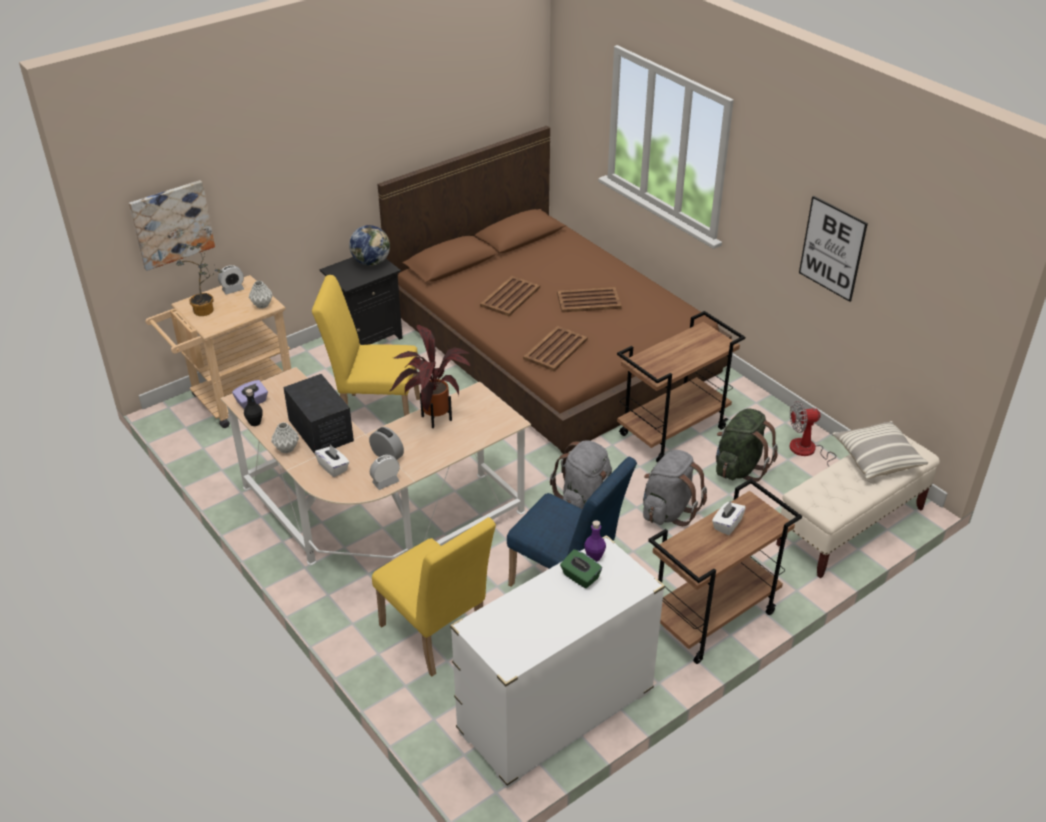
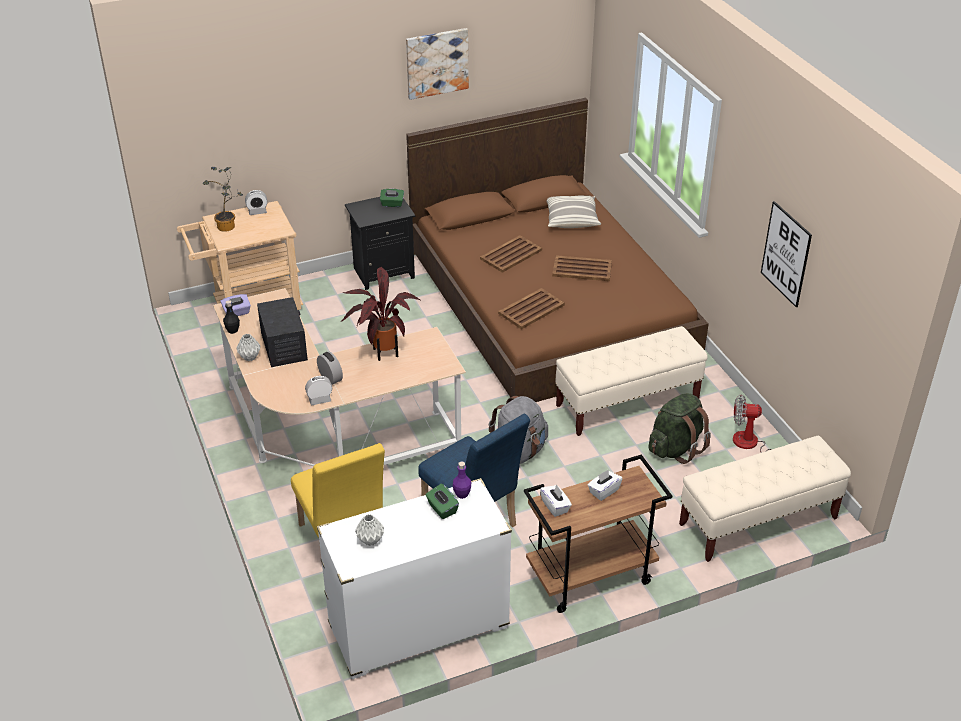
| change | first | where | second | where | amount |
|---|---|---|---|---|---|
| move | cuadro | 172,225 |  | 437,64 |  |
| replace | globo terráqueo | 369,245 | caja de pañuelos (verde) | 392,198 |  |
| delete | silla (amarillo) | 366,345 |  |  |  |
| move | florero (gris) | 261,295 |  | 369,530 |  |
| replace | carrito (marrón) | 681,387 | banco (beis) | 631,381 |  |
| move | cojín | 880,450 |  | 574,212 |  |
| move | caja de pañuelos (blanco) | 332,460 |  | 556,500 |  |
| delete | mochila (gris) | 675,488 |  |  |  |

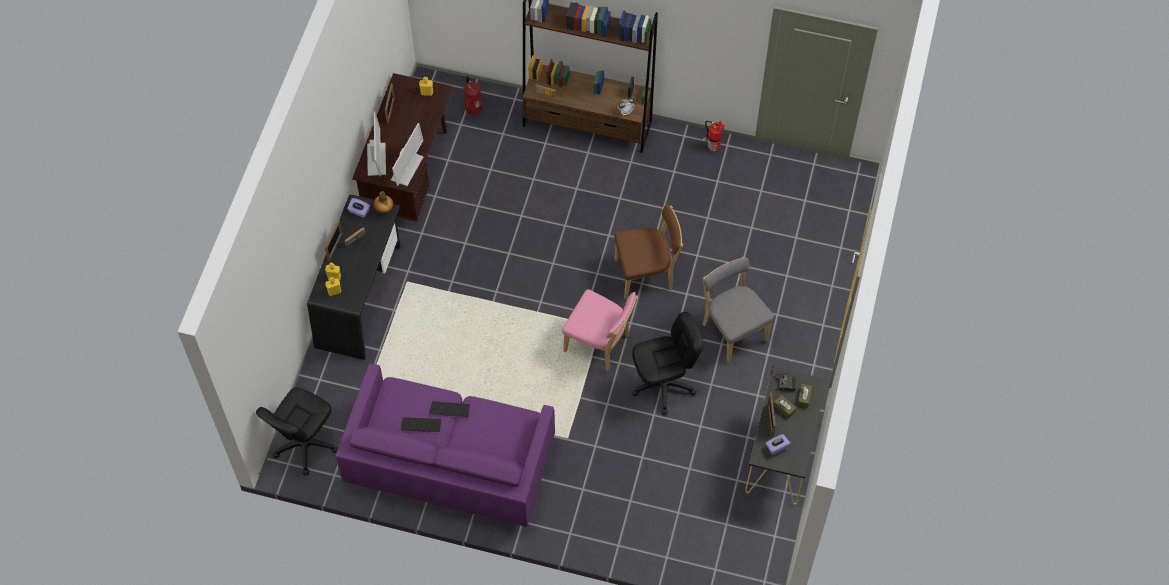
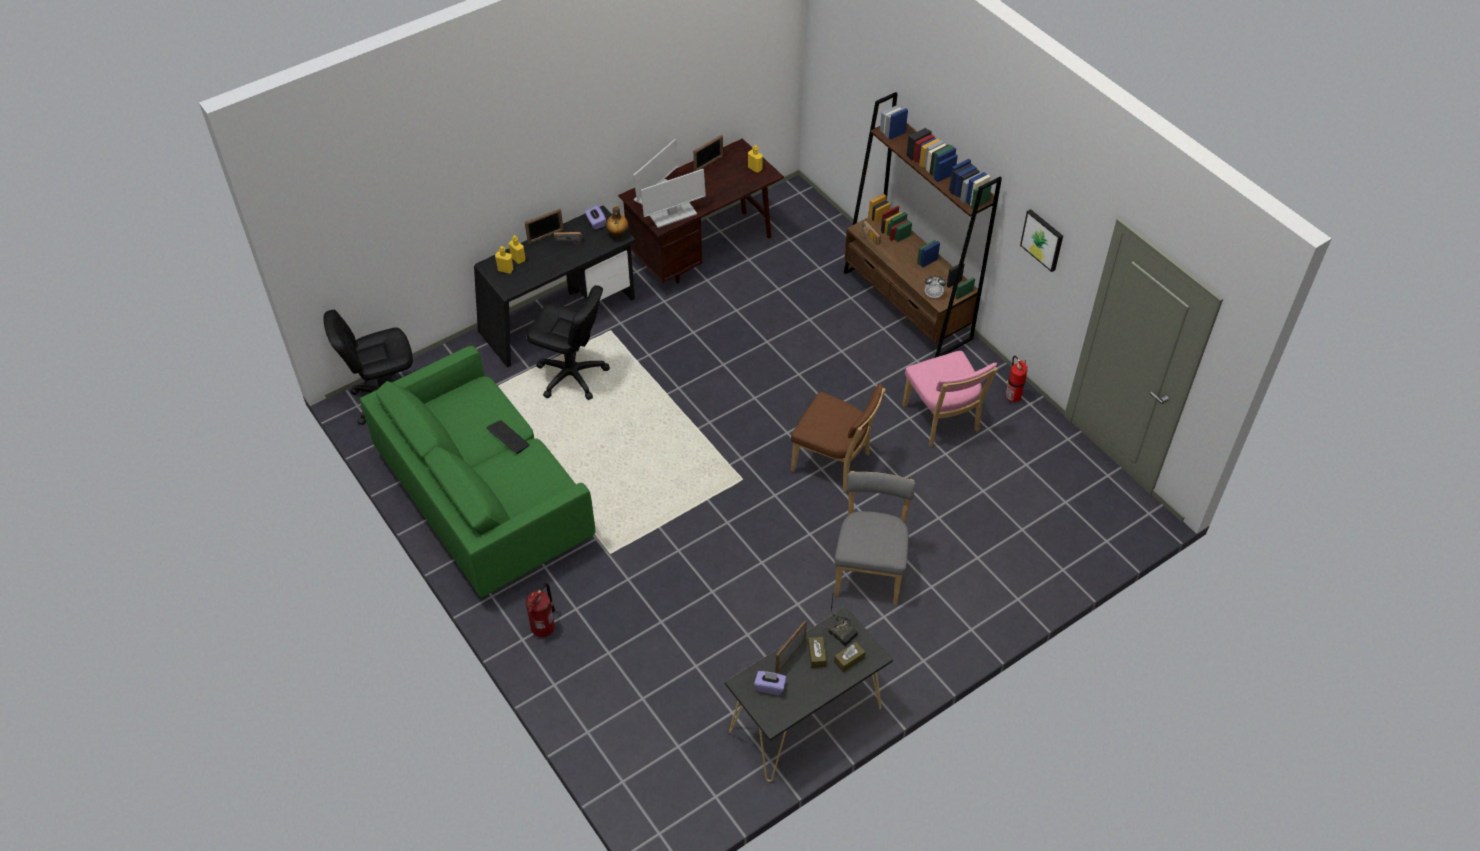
| change | first | where | second | where | amount |
|---|---|---|---|---|---|
| move | extintor | 472,95 |  | 540,610 |  |
| move | silla (rosa) | 600,330 |  | 950,398 |  |
| move | silla de oficina (negro) | 667,363 |  | 568,342 |  |
| recolor | sofá (morado) | 445,445 | sofá (verde) | 477,471 |  |
| delete | teclado | 421,424 |  |  |  |
| insert |  |  | cuadro | 1041,240 |  |

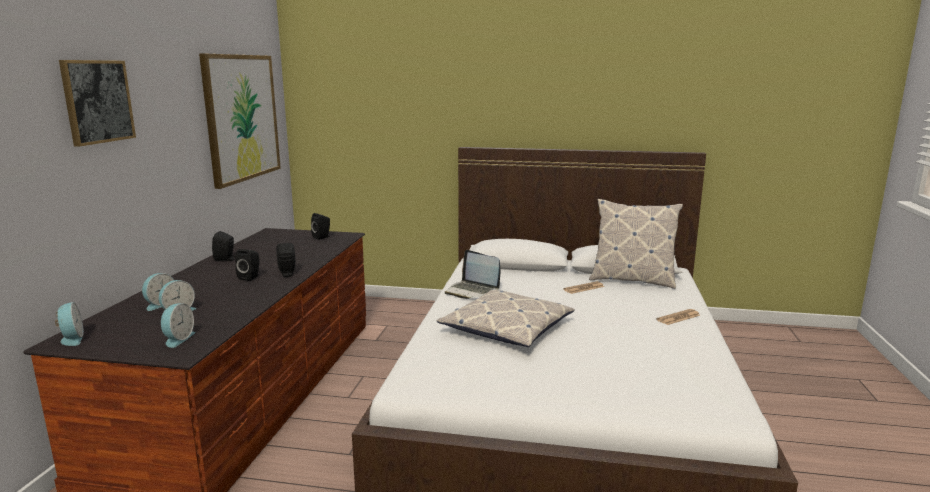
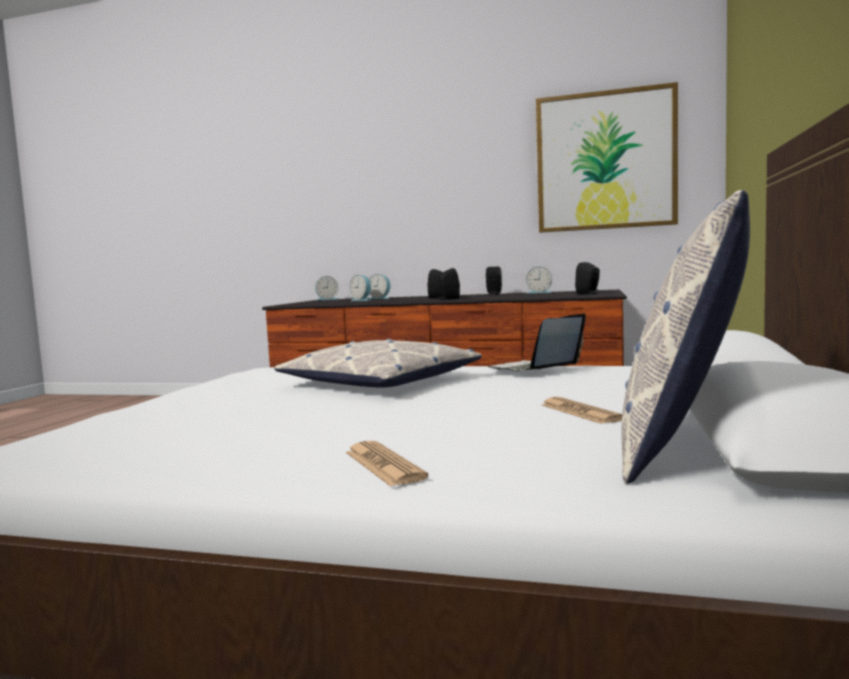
| change | first | where | second | where | amount |
|---|---|---|---|---|---|
| delete | cuadro | 97,103 |  |  |  |
| move | despertador | 178,325 |  | 539,279 |  |

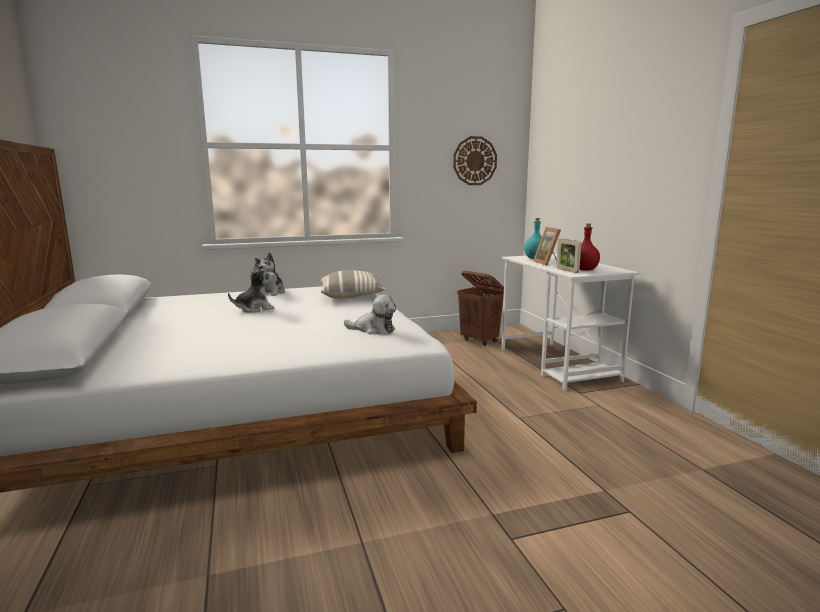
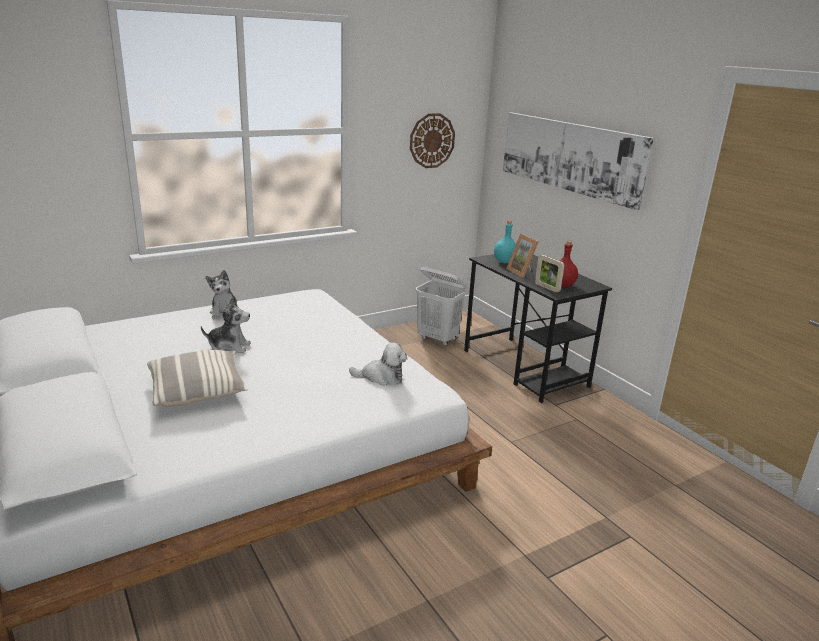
| change | first | where | second | where | amount |
|---|---|---|---|---|---|
| recolor | escritorio (blanco) | 570,322 | escritorio (negro) | 538,328 |  |
| rotate | peluche | 251,287 |  | 226,325 | 45 degrees clockwise |
| move | cojín | 353,284 |  | 197,378 |  |
| recolor | cesto de la ropa (marrón) | 480,308 | cesto de la ropa (blanco) | 440,306 |  |
| insert |  |  | cuadro | 578,161 |  |

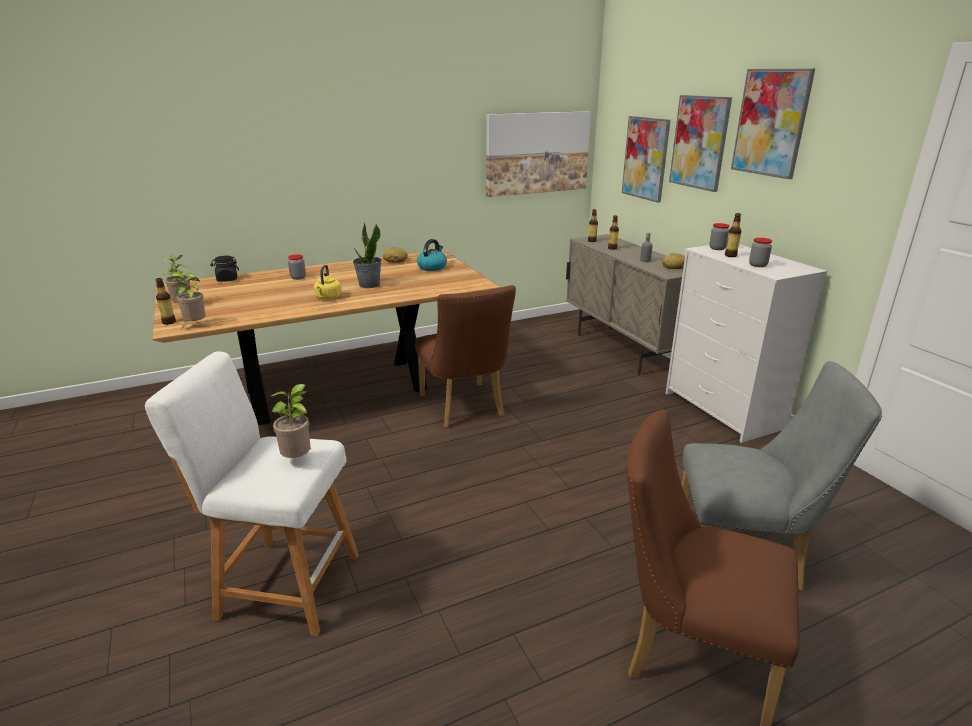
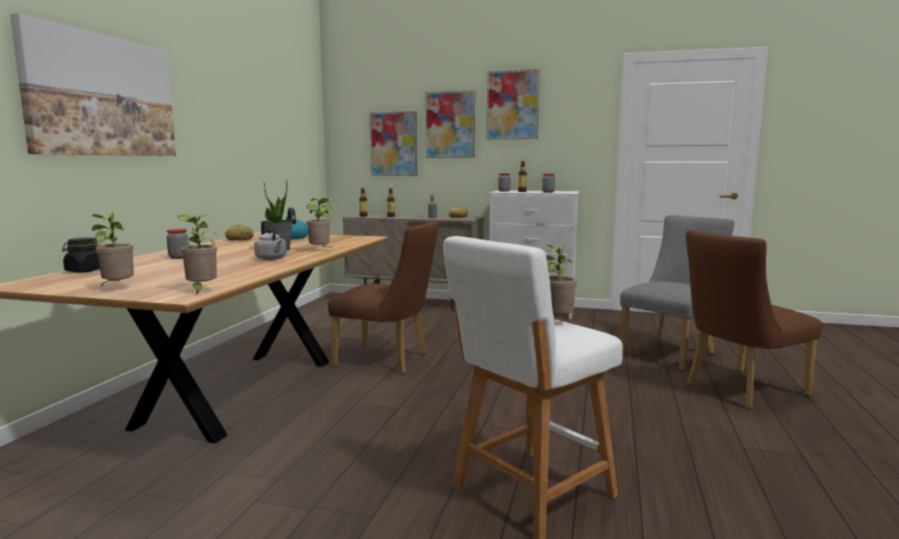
| change | first | where | second | where | amount |
|---|---|---|---|---|---|
| move | cuadro | 538,154 |  | 93,84 |  |
| recolor | hervidor (amarillo) | 328,282 | hervidor (gris) | 270,240 |  |
| delete | botella | 166,301 |  |  |  |
| insert |  |  | planta en maceta | 320,223 |  |

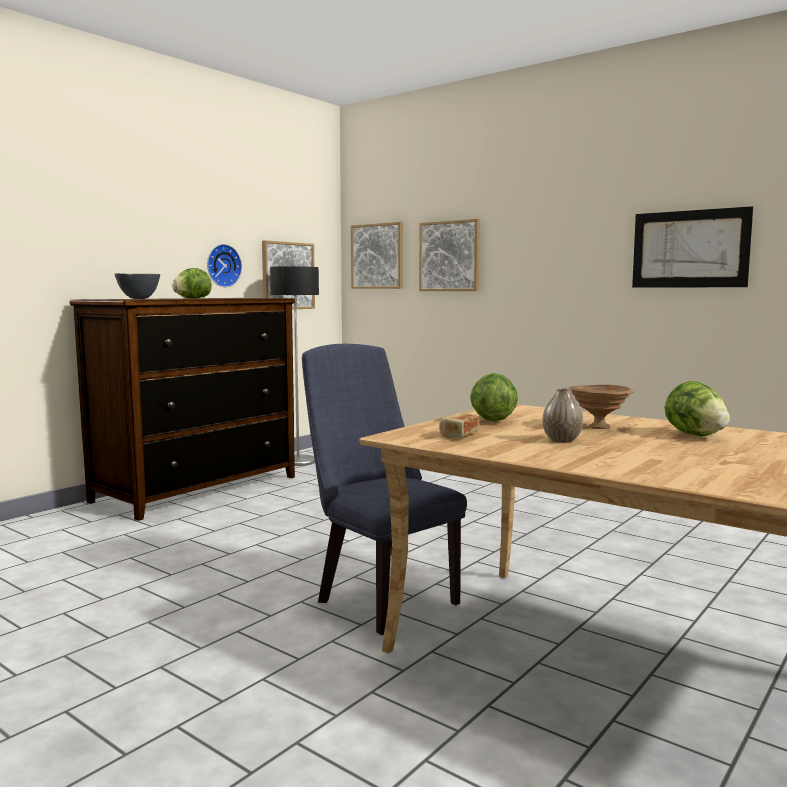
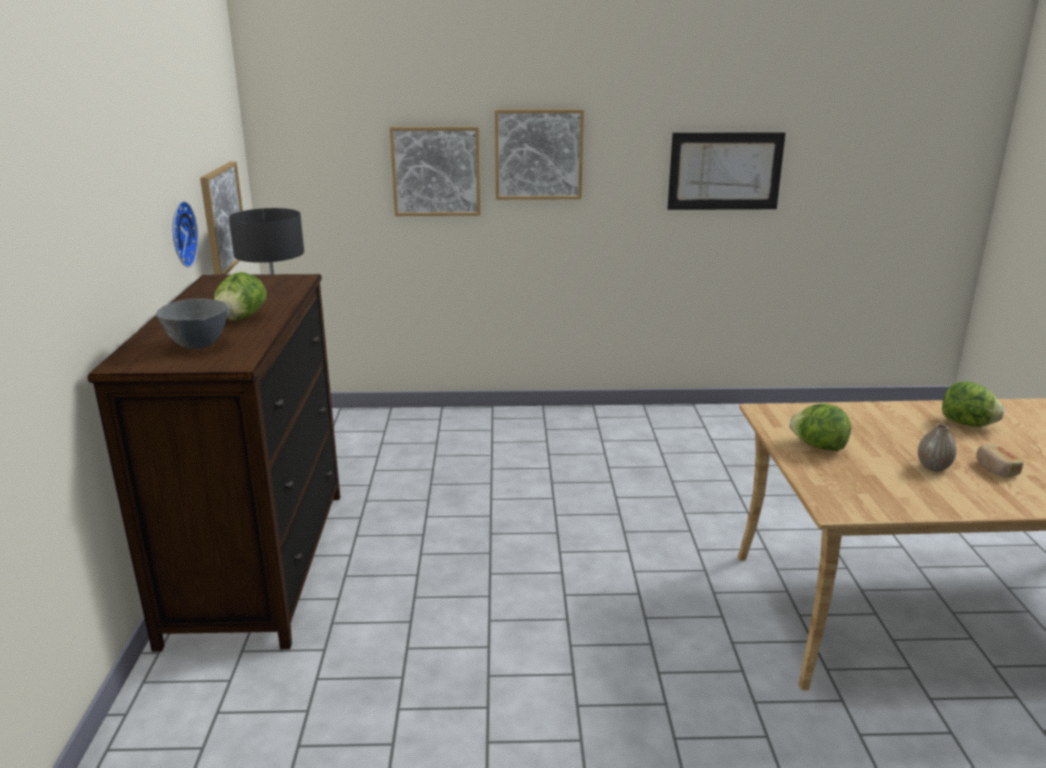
| change | first | where | second | where | amount |
|---|---|---|---|---|---|
| move | cuadro | 377,255 |  | 539,154 |  |
| delete | silla (azul) | 384,489 |  |  |  |
| delete | cuenco (marrón) | 601,407 |  |  |  |
| move | pan | 459,425 |  | 999,461 |  |

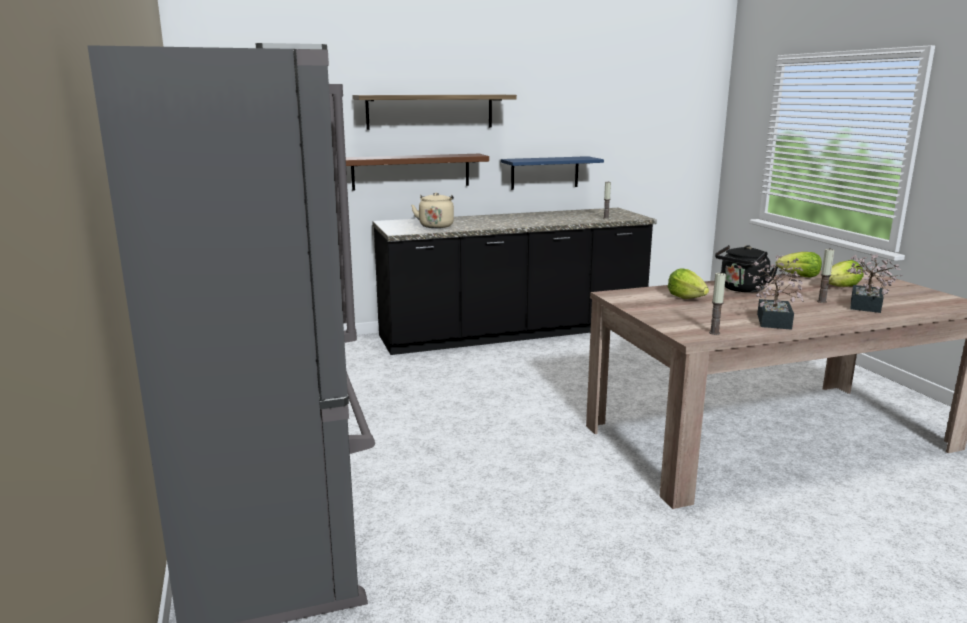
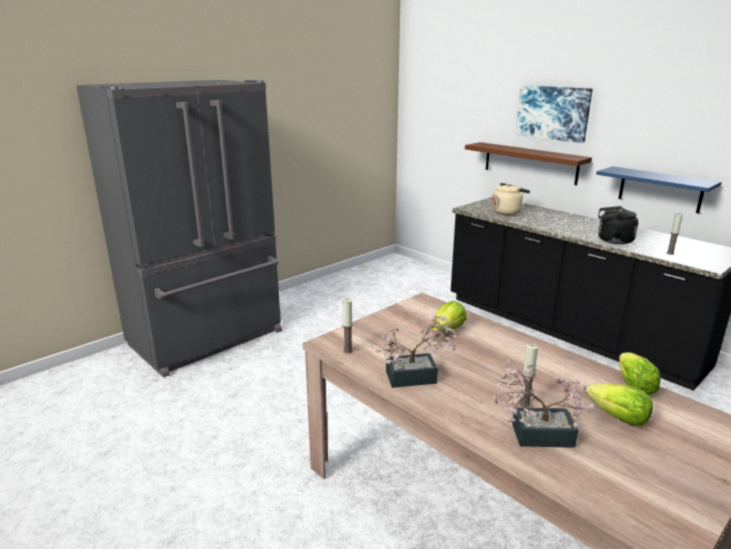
| change | first | where | second | where | amount |
|---|---|---|---|---|---|
| replace | estante | 434,112 | cuadro | 554,114 |  |
| move | hervidor (negro) | 746,269 |  | 618,225 |  |

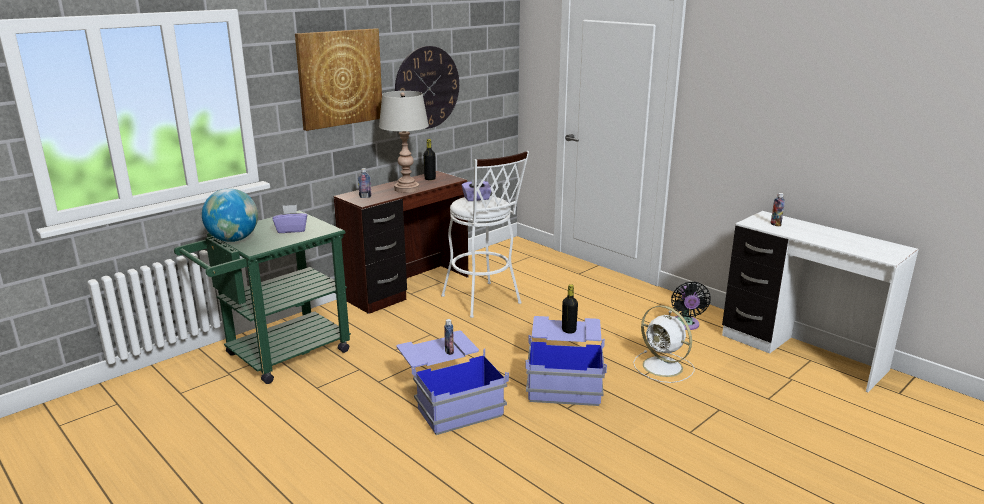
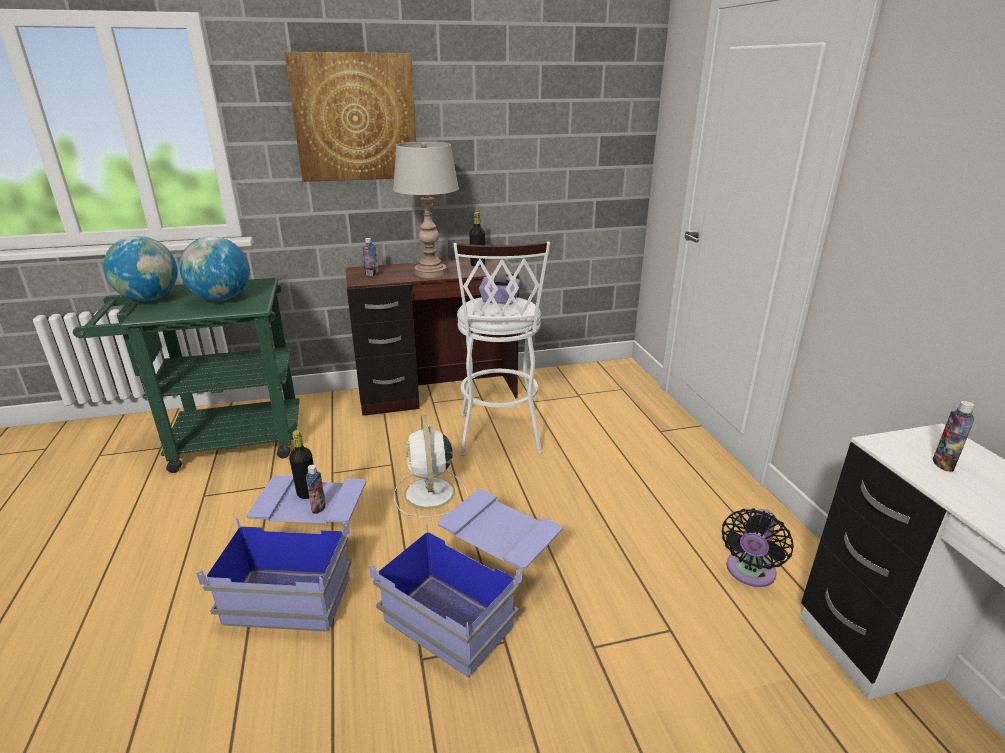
| change | first | where | second | where | amount |
|---|---|---|---|---|---|
| delete | reloj de pared | 427,87 |  |  |  |
| replace | caja de pañuelos (morado) | 290,219 | globo terráqueo | 214,268 |  |
| move | botella (negro) | 570,308 |  | 301,464 |  |
| move | ventilador (blanco) | 663,344 |  | 431,466 |  |

